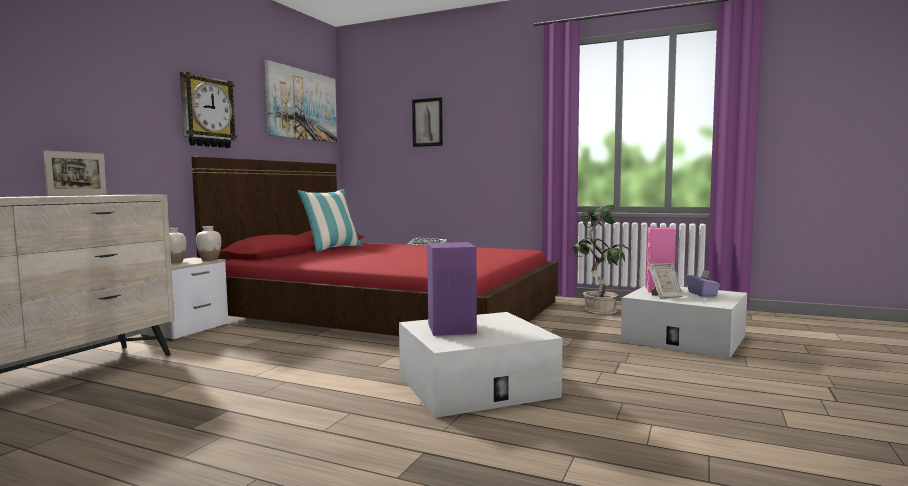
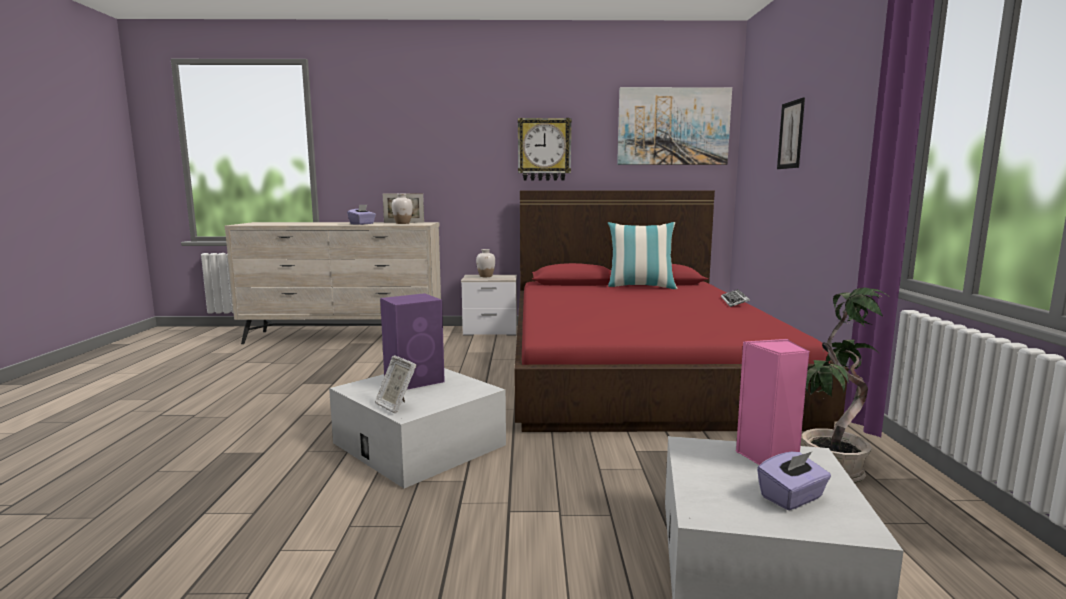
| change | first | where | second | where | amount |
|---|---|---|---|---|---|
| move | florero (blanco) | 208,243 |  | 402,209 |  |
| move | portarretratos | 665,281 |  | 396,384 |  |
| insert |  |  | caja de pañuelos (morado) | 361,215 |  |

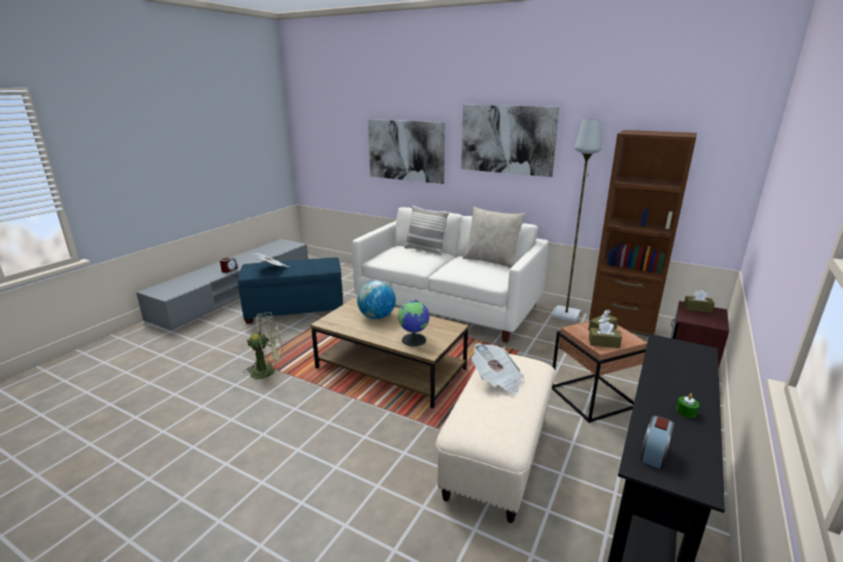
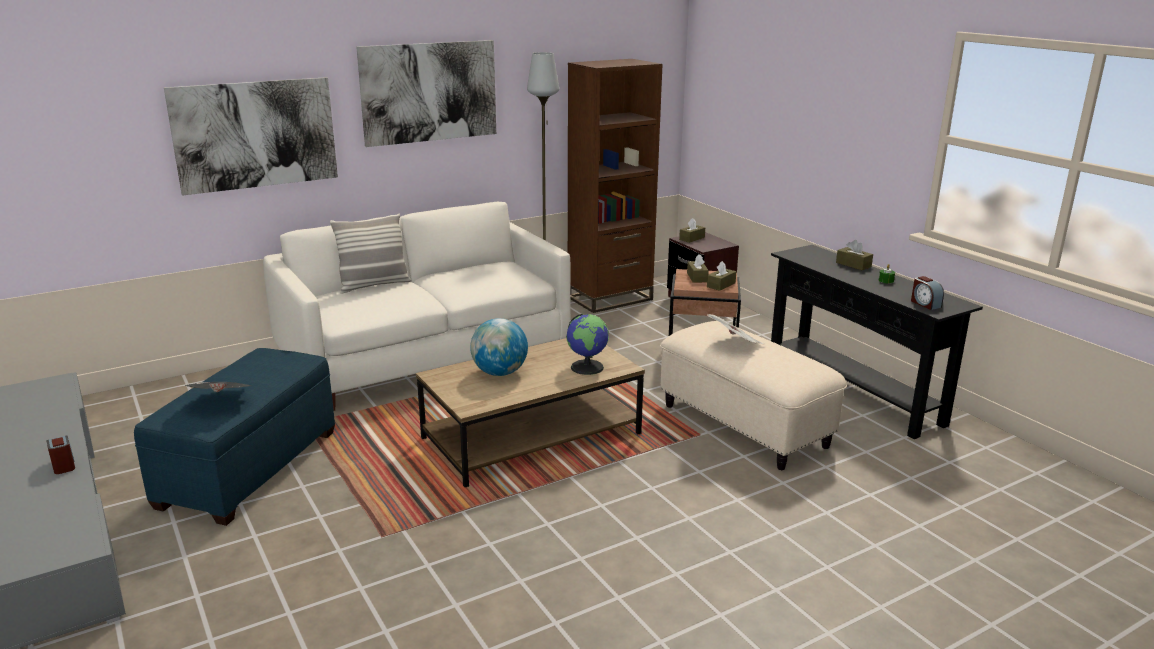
| change | first | where | second | where | amount |
|---|---|---|---|---|---|
| delete | cojín (beis) | 494,237 |  |  |  |
| delete | ventilador (verde) | 264,347 |  |  |  |
| insert |  |  | caja de pañuelos (marrón) | 854,255 |  |

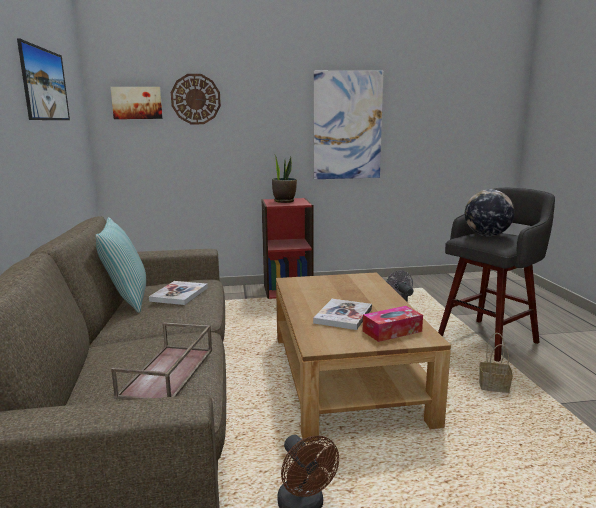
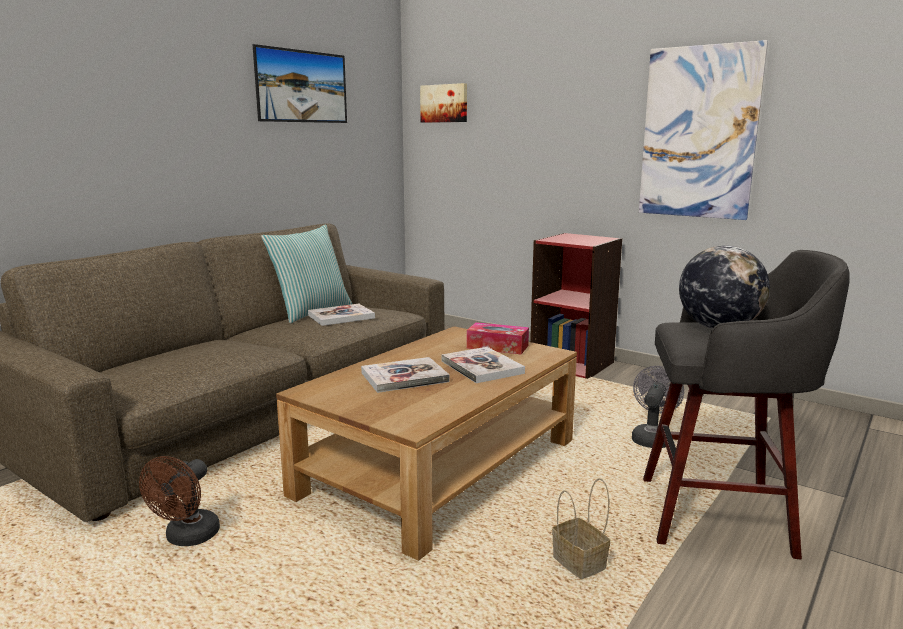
| change | first | where | second | where | amount |
|---|---|---|---|---|---|
| delete | reloj de pared | 196,99 |  |  |  |
| delete | planta en maceta | 284,179 |  |  |  |
| move | caja de pañuelos | 393,324 |  | 498,338 |  |
| delete | bandeja (marrón) | 161,361 |  |  |  |
| insert |  |  | libro | 483,365 |  |

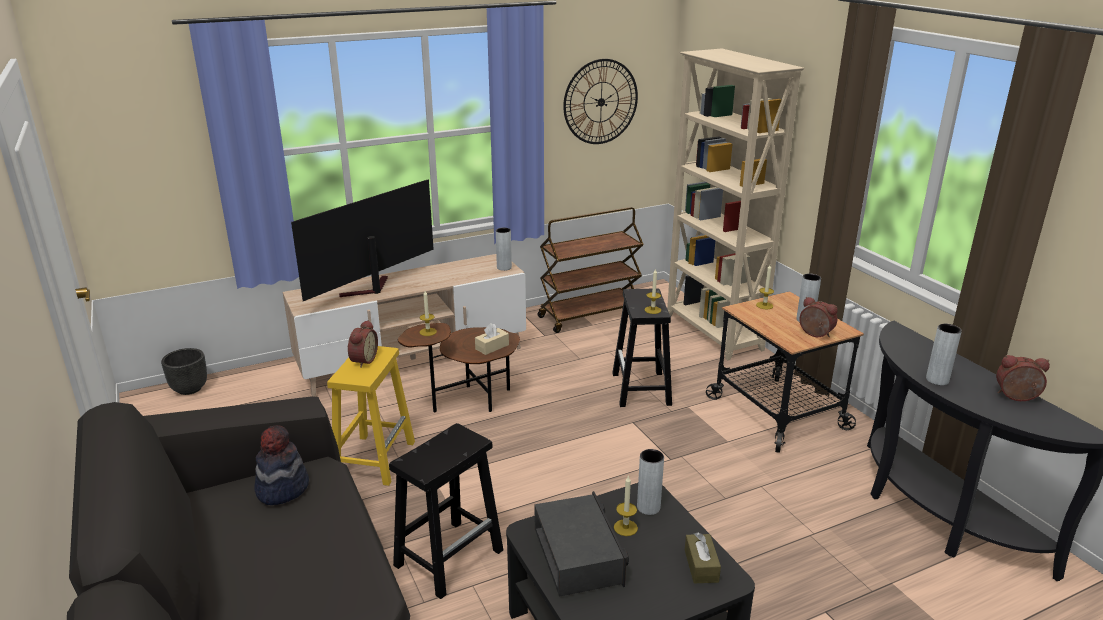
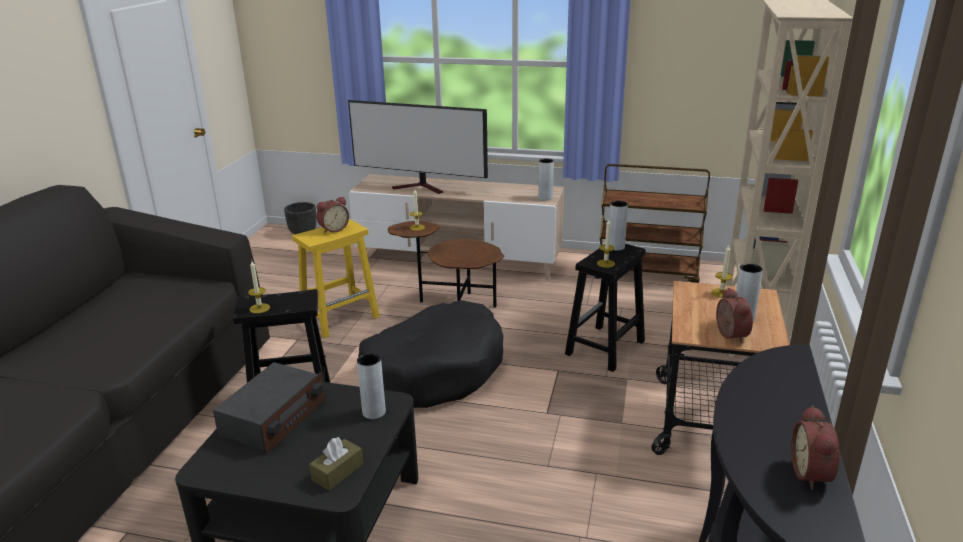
| change | first | where | second | where | amount |
|---|---|---|---|---|---|
| delete | reloj de pared | 600,101 |  |  |  |
| rotate | televisor | 362,240 |  | 418,147 | 150 degrees counterclockwise |
| delete | caja de pañuelos (beis) | 492,339 |  |  |  |
| move | florero (gris) | 944,354 |  | 618,226 |  |
| rotate | despertador | 1023,378 |  | 815,447 | 135 degrees counterclockwise |
| delete | sombrero | 281,465 |  |  |  |
| move | vela | 626,505 |  | 259,287 |  |
| insert |  |  | cama para perro (negro) | 431,354 |  |

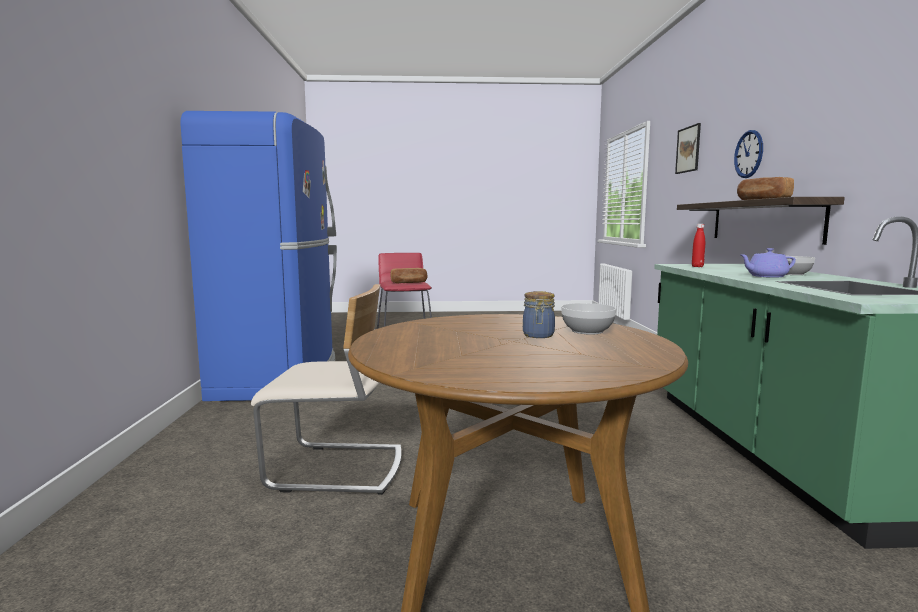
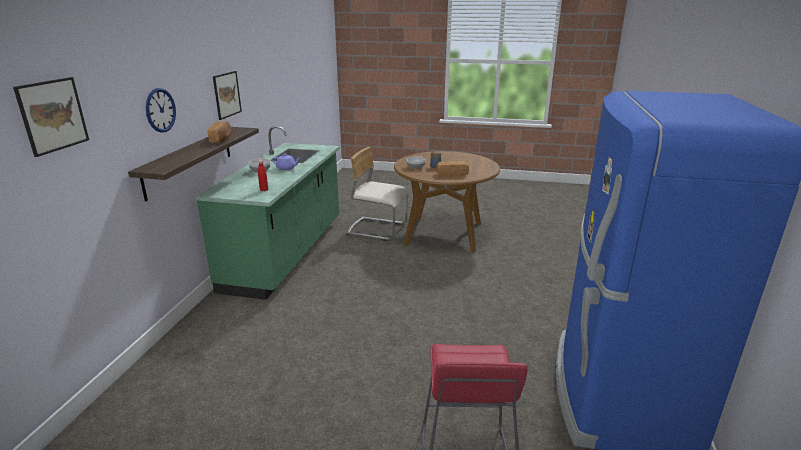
| change | first | where | second | where | amount |
|---|---|---|---|---|---|
| move | pan | 408,275 |  | 452,168 |  |
| move | silla (beis) | 326,389 |  | 377,194 |  |
| insert |  |  | cuadro | 227,95 |  |

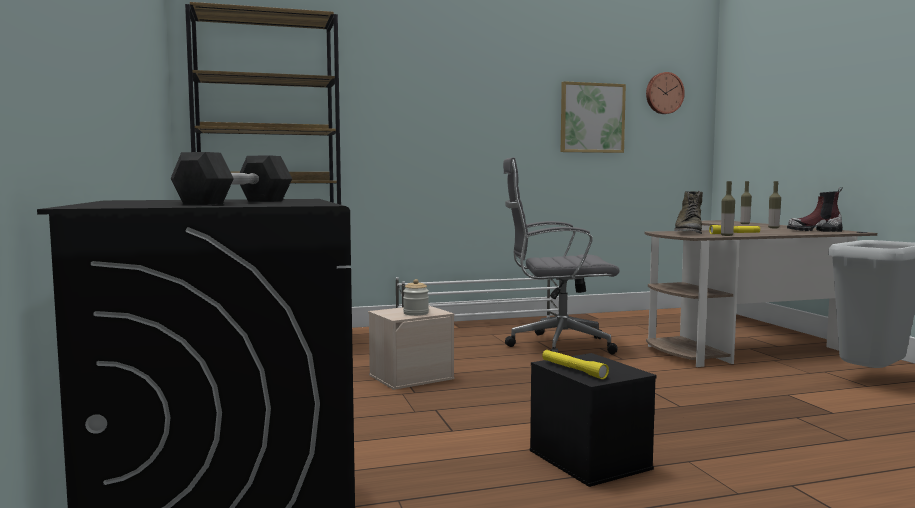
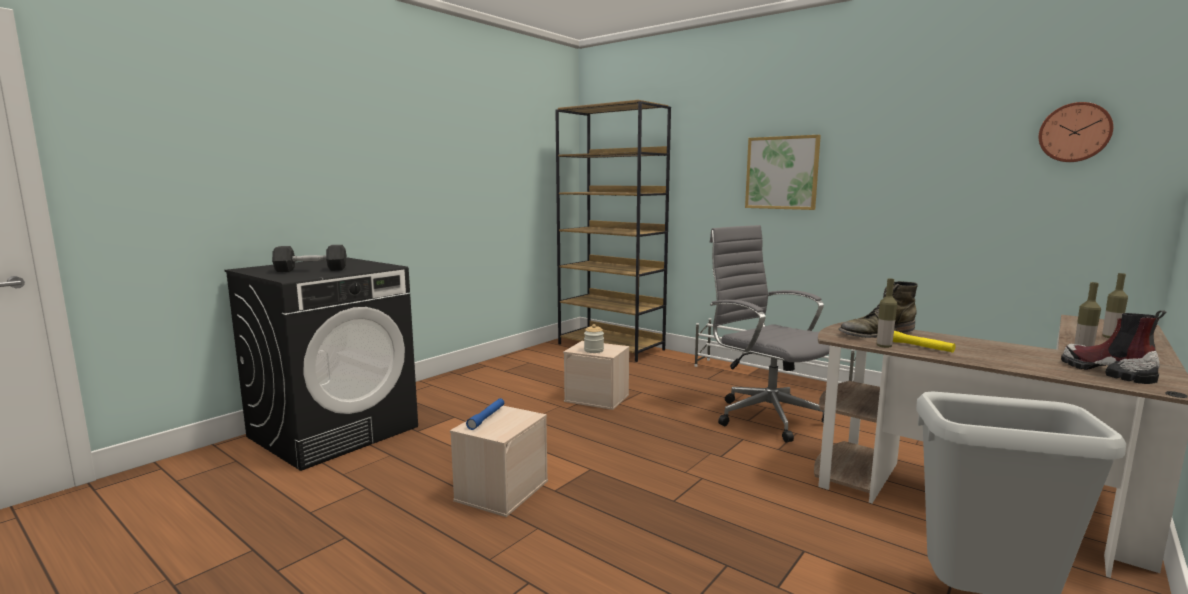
| change | first | where | second | where | amount |
|---|---|---|---|---|---|
| move | cuadro | 593,117 |  | 783,172 |  |
| recolor | linterna (amarillo) | 575,364 | linterna (azul) | 485,414 |  |
| recolor | caja de almacenaje (negro) | 593,420 | caja de almacenaje (beis) | 499,461 |  |

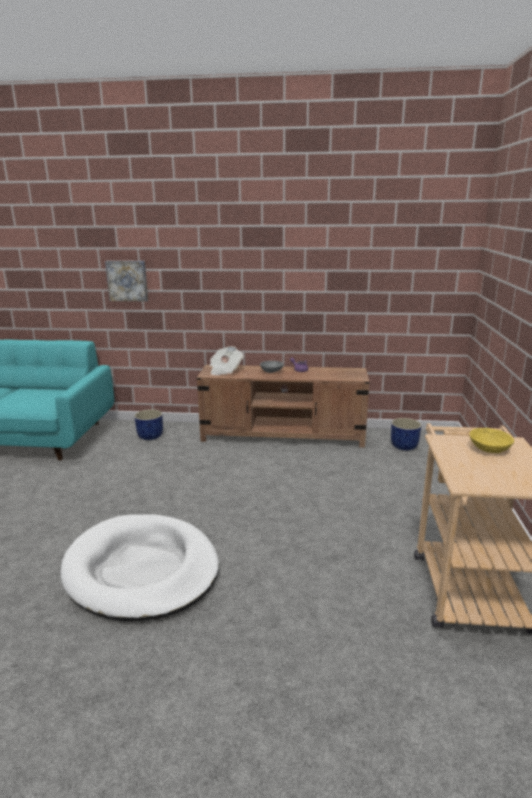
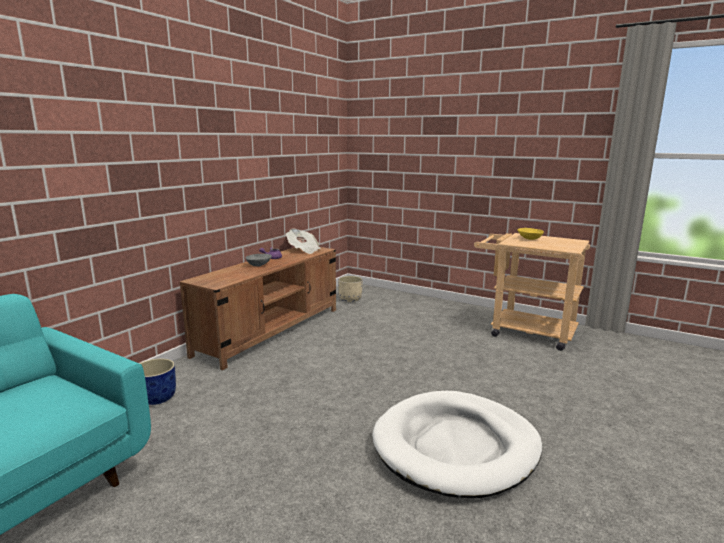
| change | first | where | second | where | amount |
|---|---|---|---|---|---|
| delete | cuadro | 126,281 |  |  |  |
| move | periódico | 226,360 |  | 303,241 |  |
| recolor | maceta (azul) | 406,434 | maceta (beis) | 350,289 |  |

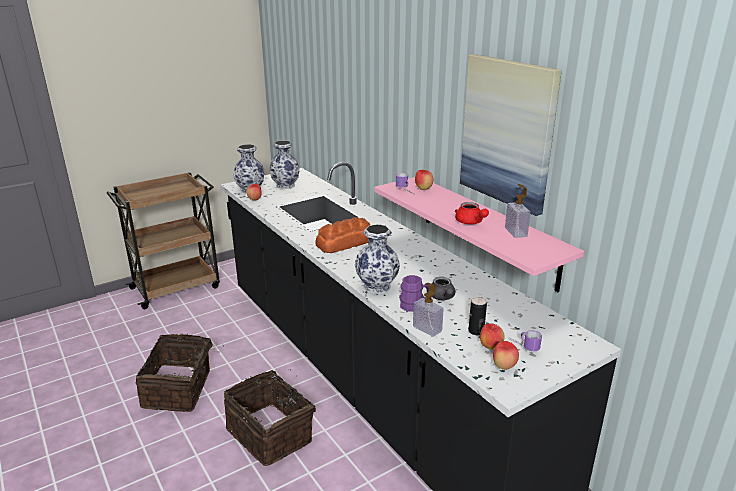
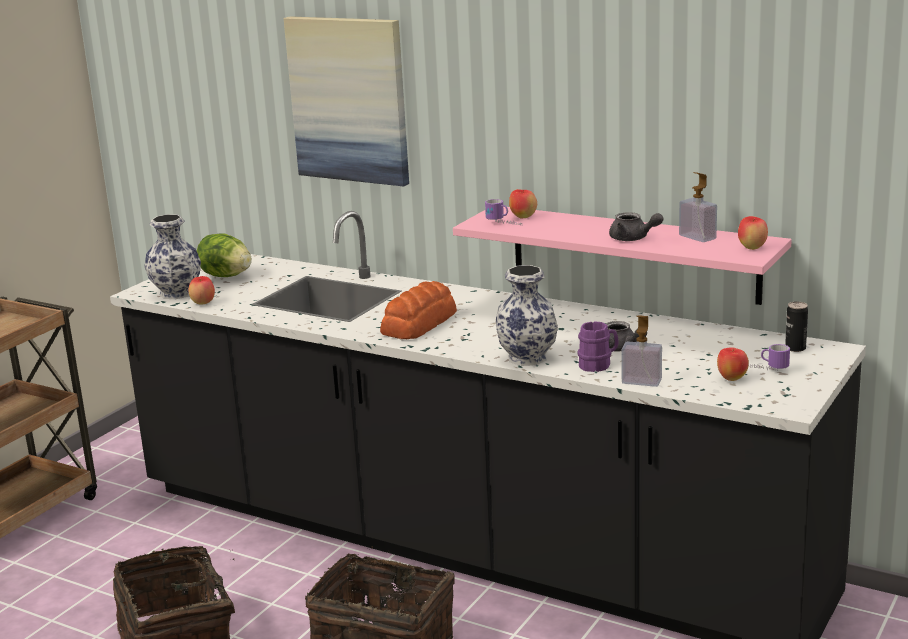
| change | first | where | second | where | amount |
|---|---|---|---|---|---|
| move | cuadro | 511,135 |  | 346,101 |  |
| replace | florero | 285,164 | lechuga | 224,255 |  |
| recolor | tetera (rojo) | 472,213 | tetera (gris) | 636,226 |  |
| move | lata | 477,316 |  | 796,327 |  |
| move | manzana | 506,355 |  | 753,233 |  |

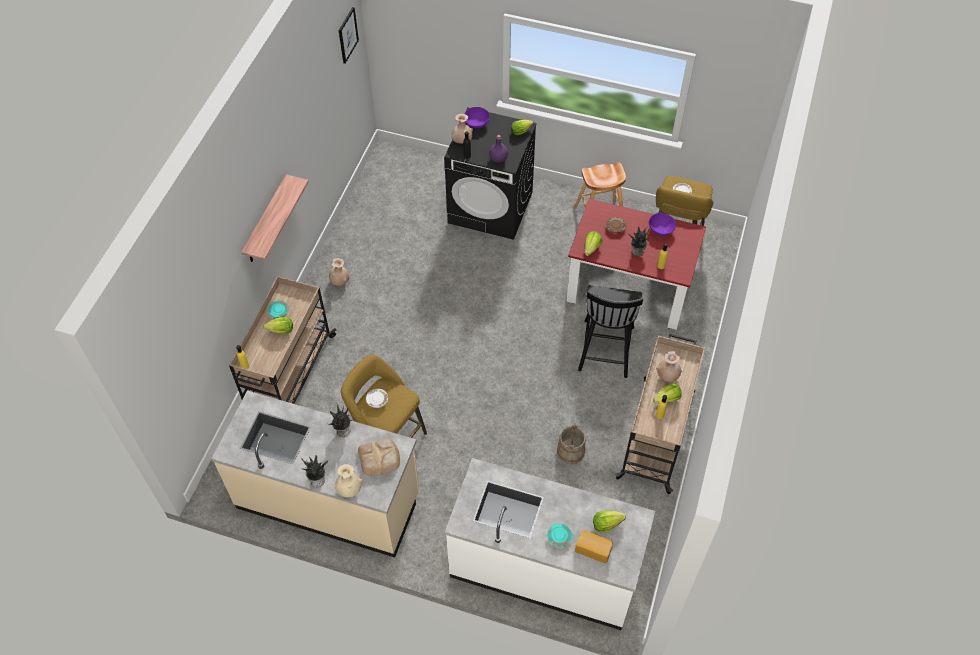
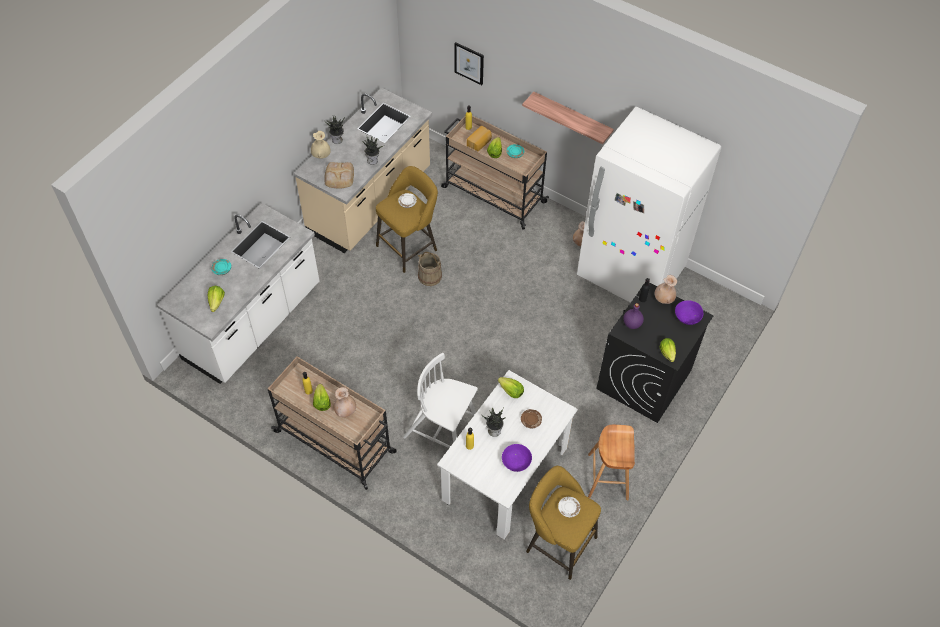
| change | first | where | second | where | amount |
|---|---|---|---|---|---|
| move | cuadro | 349,35 |  | 469,63 |  |
| recolor | mesa de comedor (rojo) | 636,264 | mesa de comedor (blanco) | 507,454 |  |
| recolor | silla (negro) | 610,331 | silla (blanco) | 440,400 |  |
| move | cubo (beis) | 571,443 |  | 430,269 |  |
| move | pan | 594,547 |  | 479,138 |  |
| insert |  |  | nevera (blanco) | 649,205 |  |

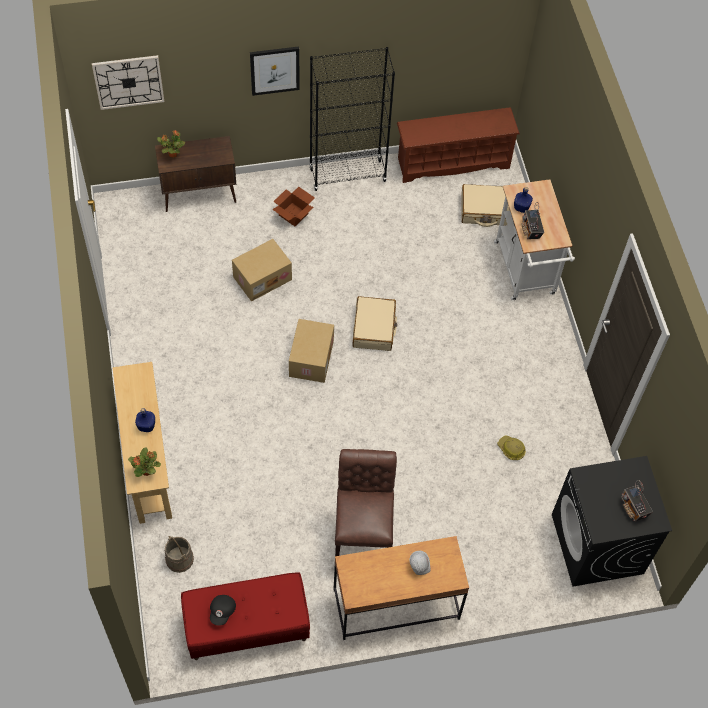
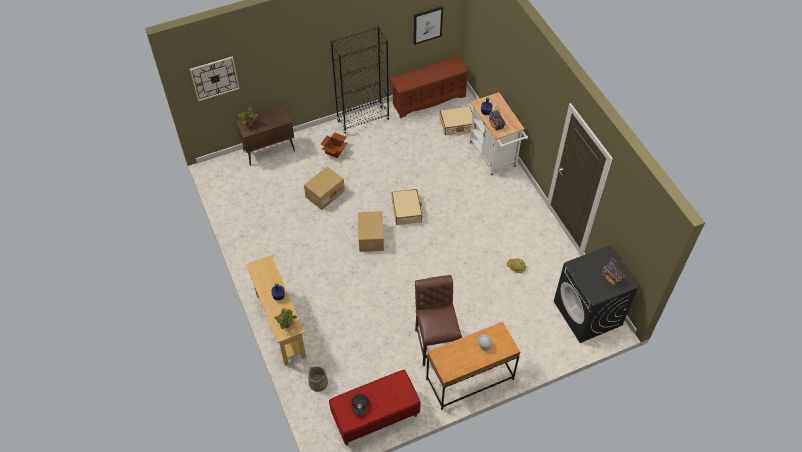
| change | first | where | second | where | amount |
|---|---|---|---|---|---|
| move | cuadro | 275,71 |  | 428,25 |  |

